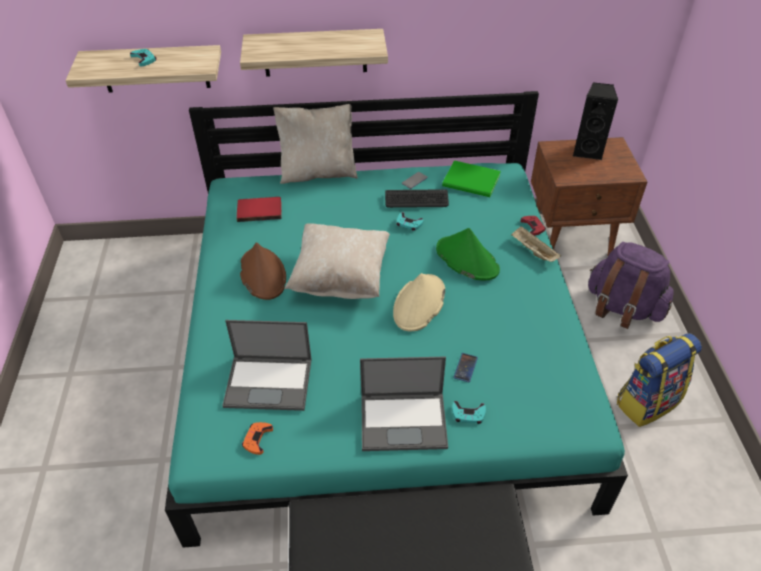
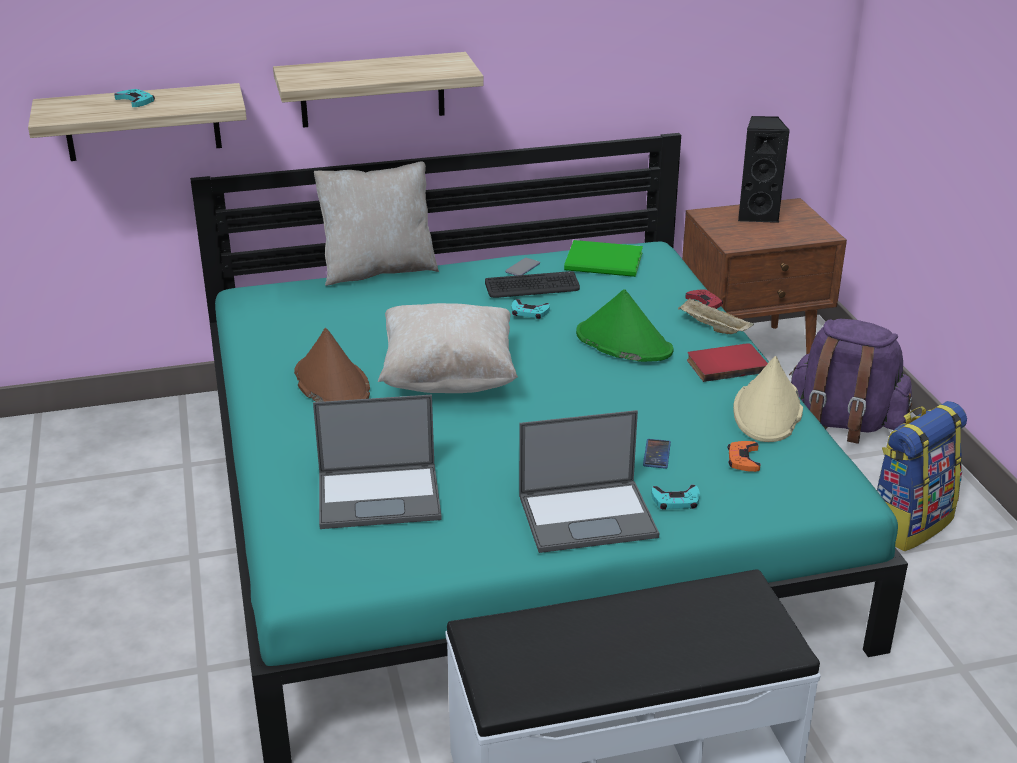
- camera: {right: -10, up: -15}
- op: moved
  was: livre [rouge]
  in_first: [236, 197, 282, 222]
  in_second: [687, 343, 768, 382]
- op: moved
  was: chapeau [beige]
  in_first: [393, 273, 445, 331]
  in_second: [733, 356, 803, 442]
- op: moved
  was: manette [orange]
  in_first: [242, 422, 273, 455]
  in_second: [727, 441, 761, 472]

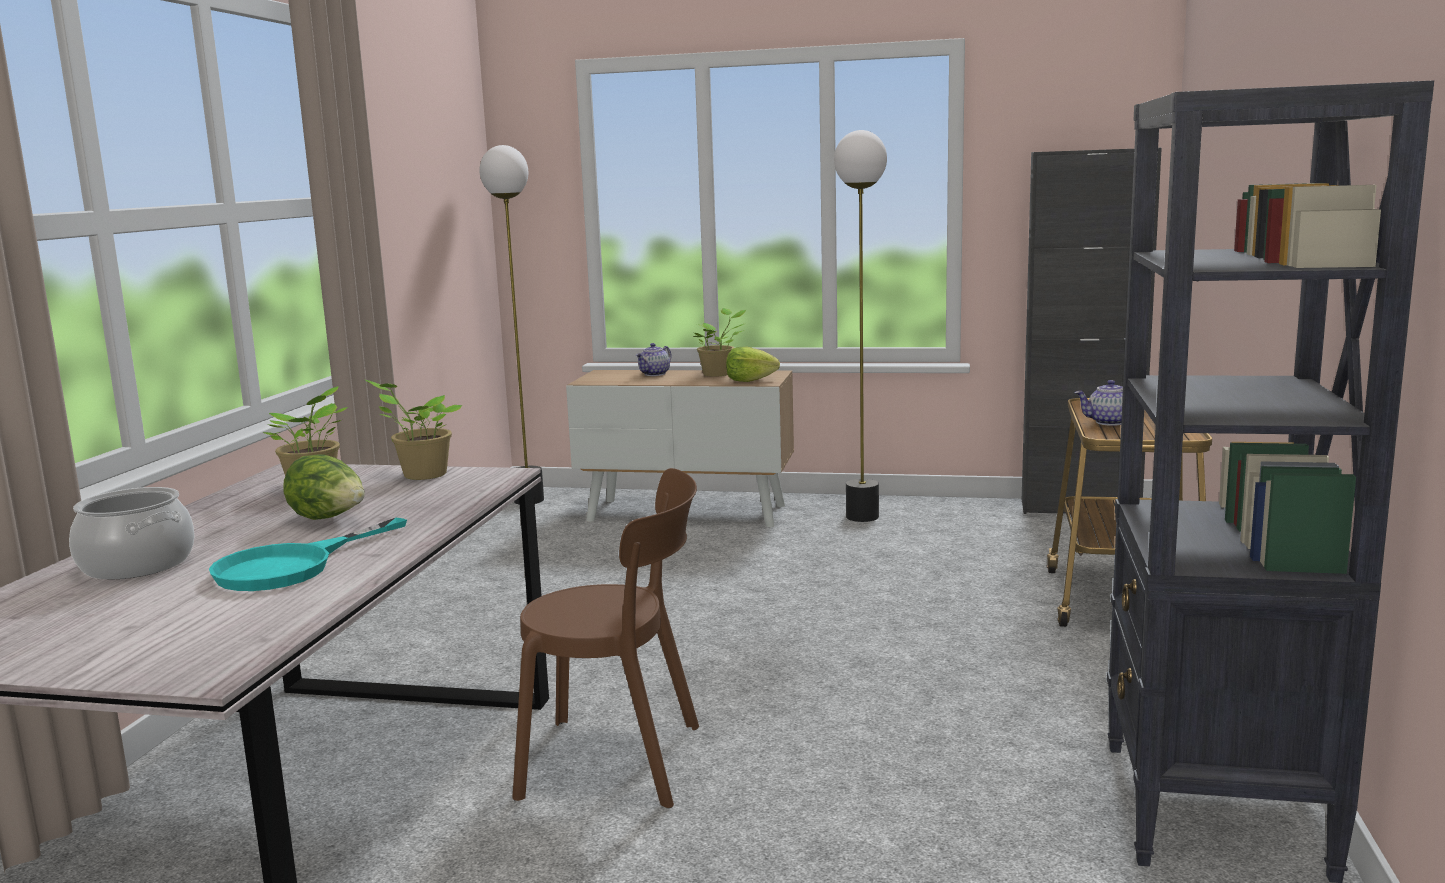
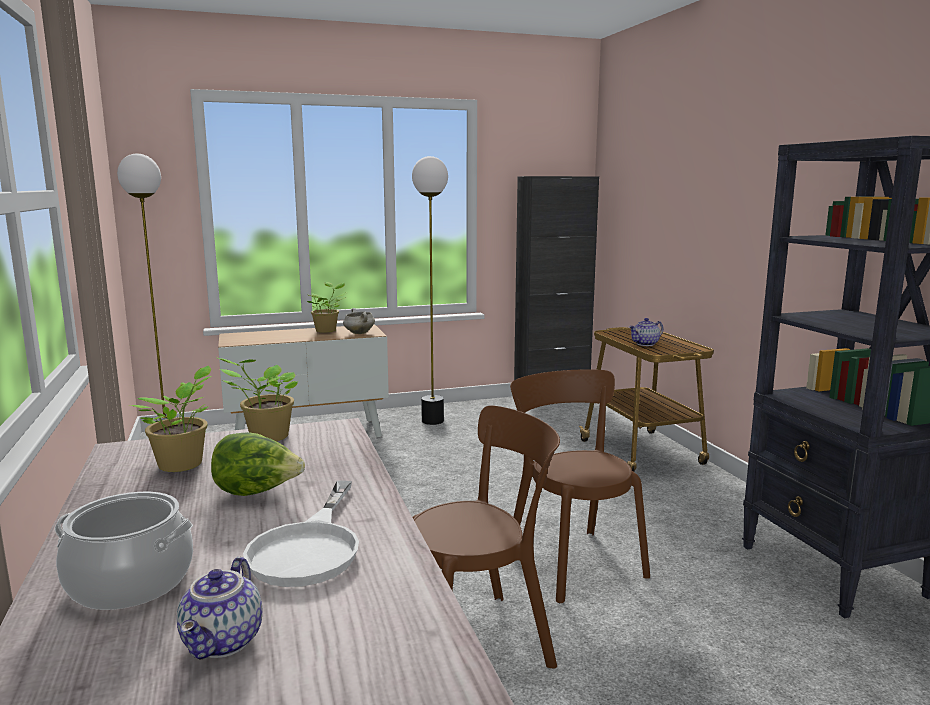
- camera: {right: -30, up: 0}
- op: moved
  was: théière
  in_first: [636, 343, 672, 376]
  in_second: [177, 557, 262, 660]
- op: replaced
  was: laitue
  now: marmite [blanc]
  in_first: [726, 347, 780, 382]
  in_second: [343, 308, 375, 334]
- op: recoloured
  was: poêle [turquoise]
  now: poêle [blanc]
  in_first: [209, 518, 407, 591]
  in_second: [243, 480, 359, 587]
- op: added
  now: chaise [marron]
  in_second: [510, 369, 650, 603]

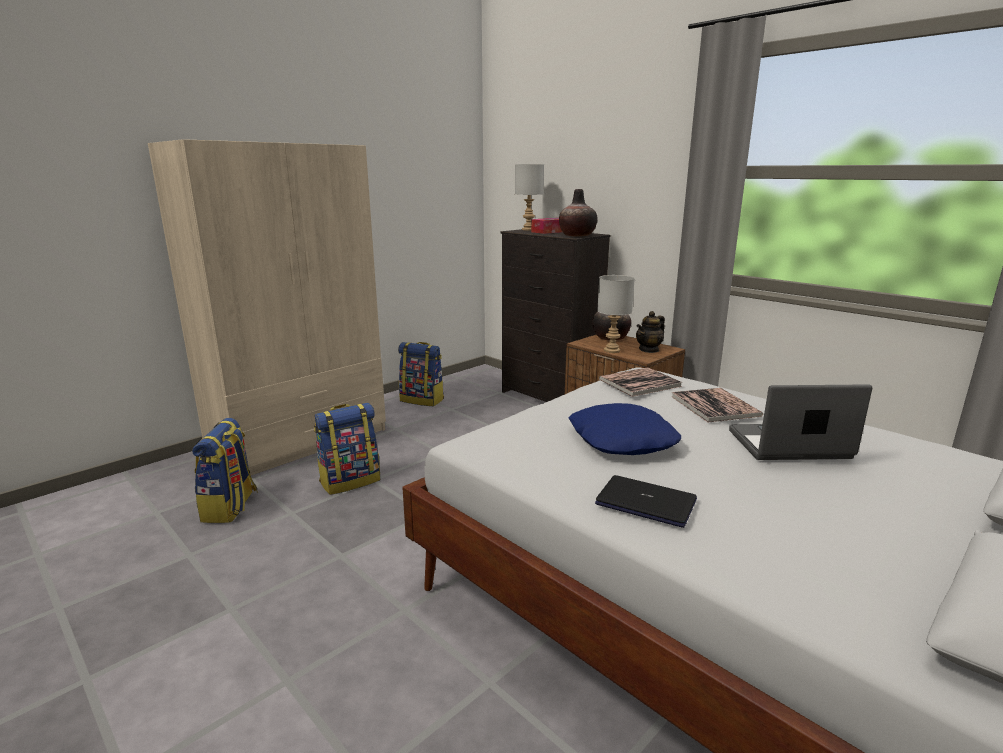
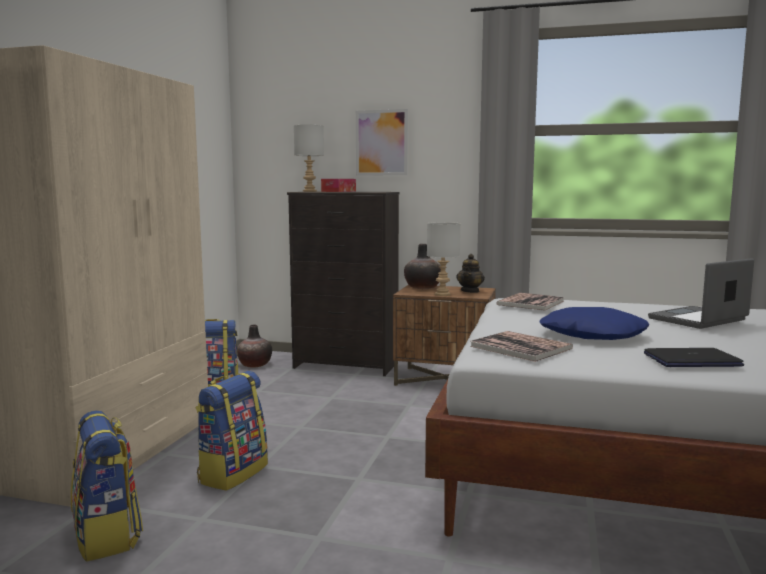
- camera: {right: -30, up: -10}
- op: moved
  was: vase
  in_first: [559, 189, 598, 237]
  in_second: [237, 325, 272, 368]
- op: moved
  was: livre
  in_first: [672, 388, 763, 423]
  in_second: [470, 331, 573, 362]
- op: added
  now: tableau
  in_second: [356, 109, 408, 175]

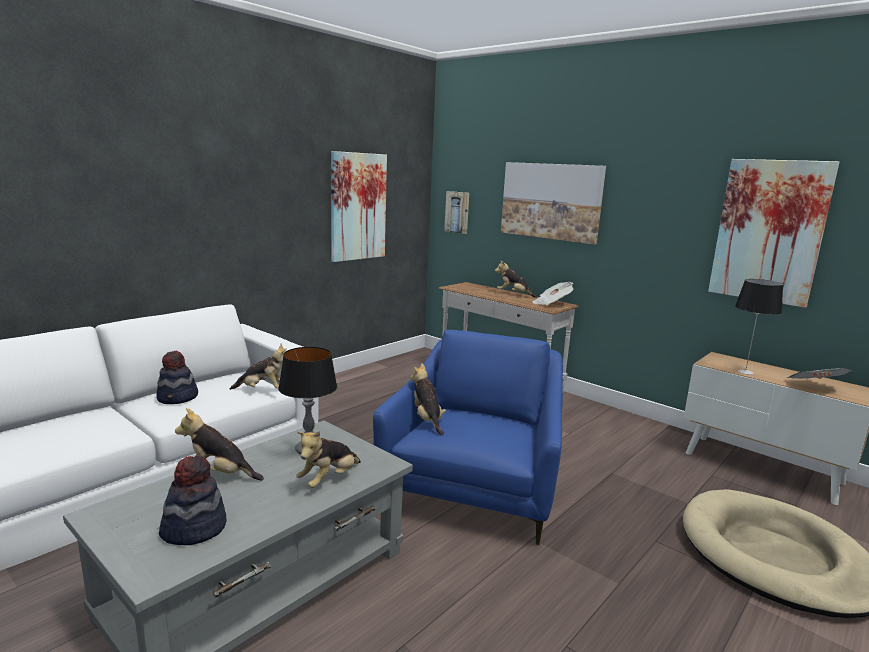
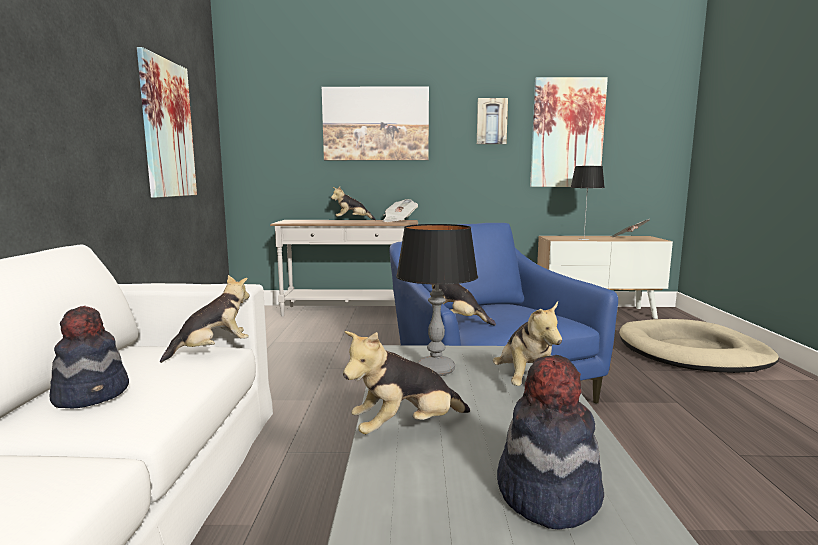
- camera: {right: -40, up: -5}
- op: moved
  was: tableau
  in_first: [444, 191, 469, 234]
  in_second: [477, 98, 508, 144]

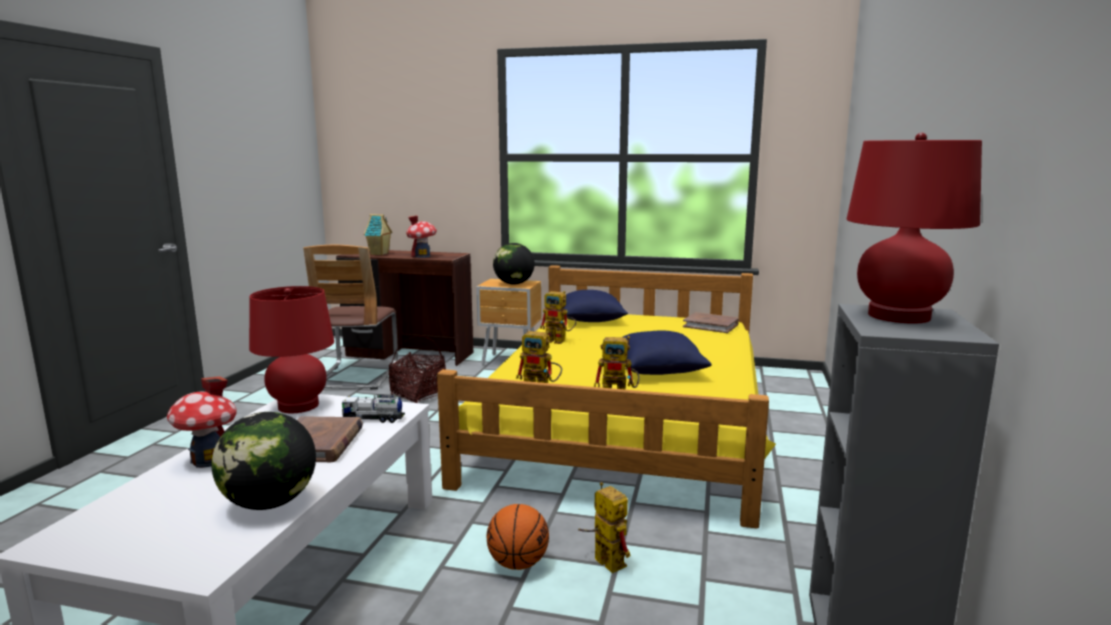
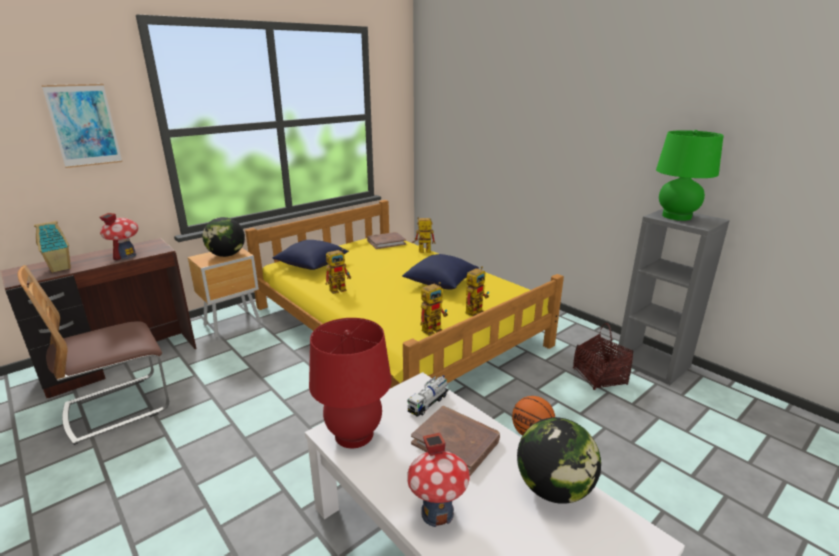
- camera: {right: -55, up: 10}
- op: recoloured
  was: lampe de table [rouge]
  now: lampe de table [vert]
  in_first: [847, 133, 982, 323]
  in_second: [656, 130, 724, 221]
- op: turned
  was: chaise
  in_first: [303, 244, 398, 389]
  in_second: [18, 265, 169, 445]
  clockwise: 105
- op: moved
  was: panier
  in_first: [389, 336, 446, 403]
  in_second: [573, 323, 633, 390]
- op: moved
  was: robot jouet
  in_first: [578, 482, 631, 573]
  in_second: [412, 217, 435, 253]
- op: added
  now: tableau
  in_second: [42, 84, 122, 168]

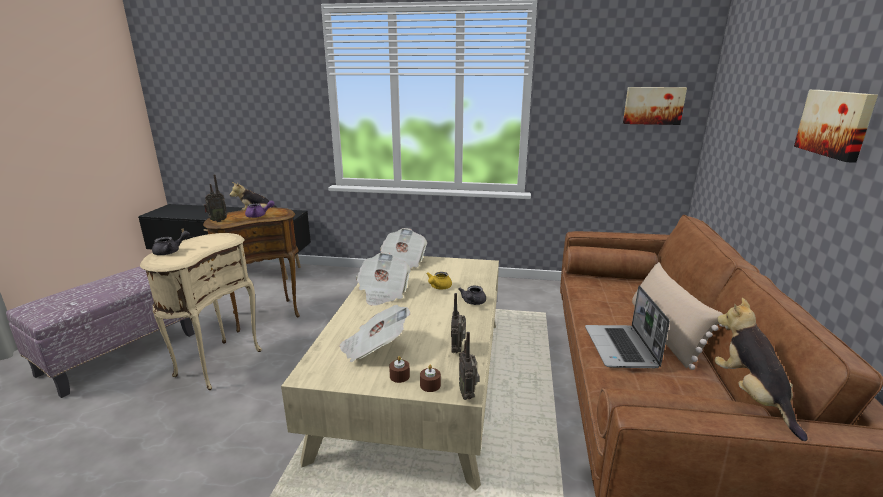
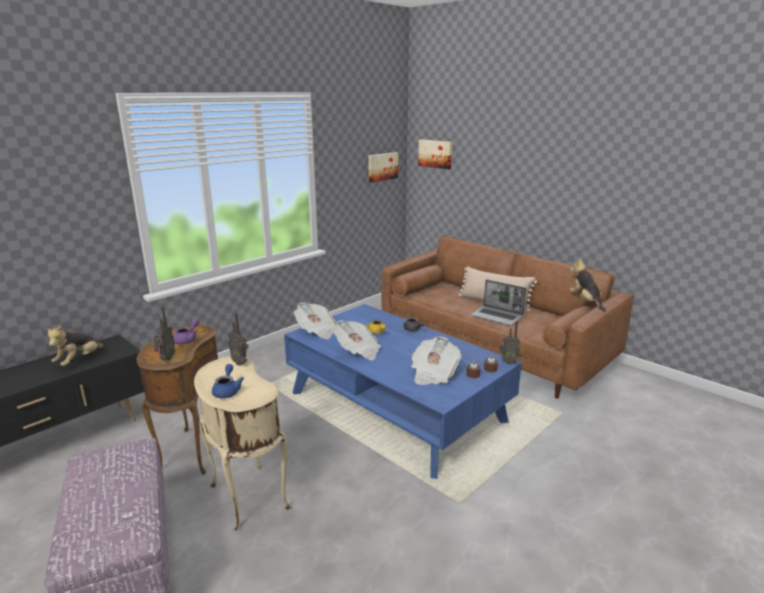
- camera: {right: -55, up: 0}
- op: moved
  was: tableau
  in_first: [794, 90, 878, 163]
  in_second: [418, 139, 452, 169]
- op: recoloured
  was: théière [gris]
  now: théière [bleu]
  in_first: [152, 231, 190, 255]
  in_second: [212, 364, 244, 398]
- op: recoloured
  was: table basse [beige]
  now: table basse [bleu]
  in_first: [281, 256, 499, 491]
  in_second: [284, 304, 522, 479]
- op: moved
  was: radio
  in_first: [451, 293, 466, 353]
  in_second: [228, 313, 249, 366]
- op: turned
  was: peluche
  in_first: [715, 298, 808, 441]
  in_second: [570, 258, 606, 312]
  clockwise: 45

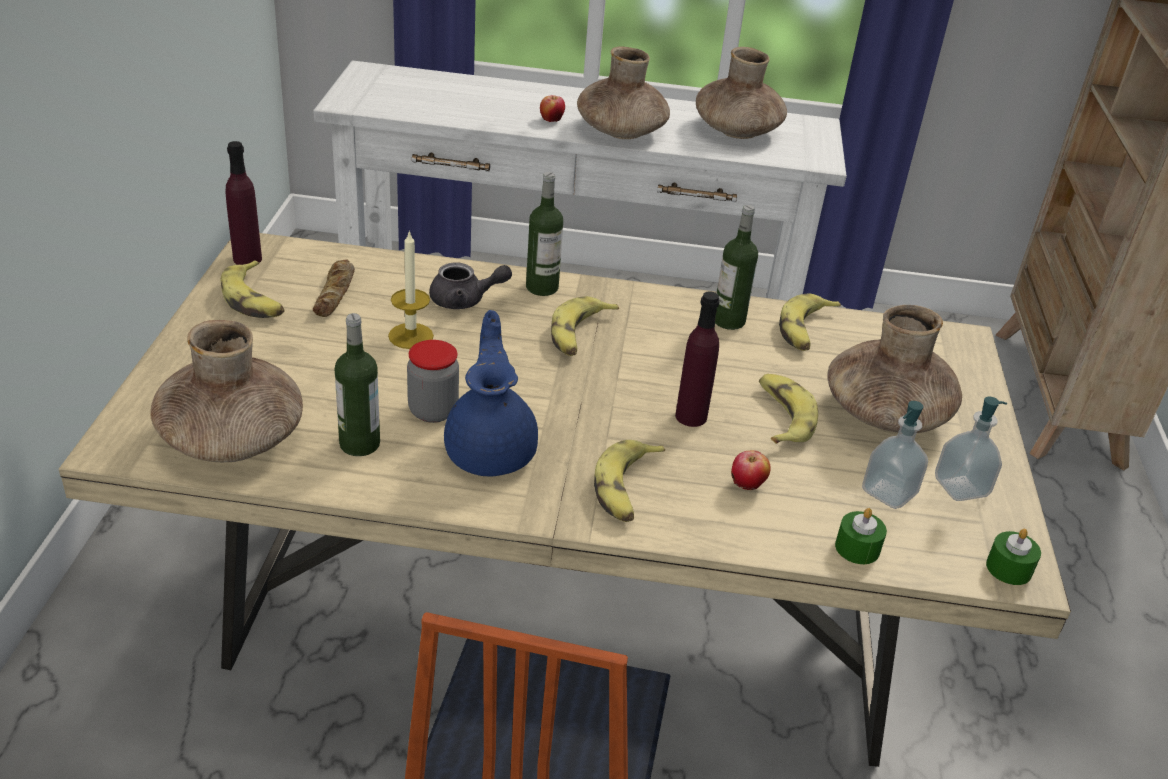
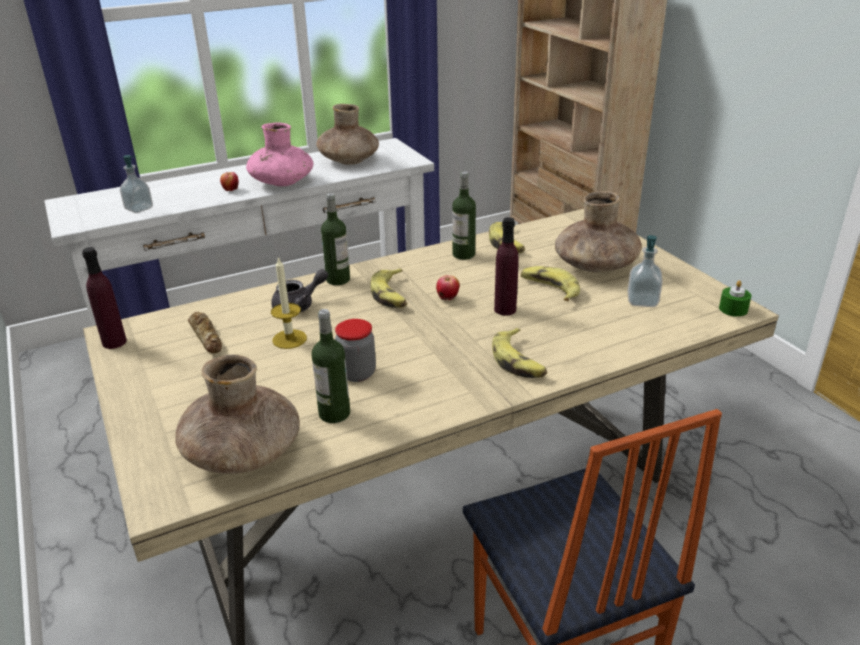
- camera: {right: -30, up: -5}
- op: recoloured
  was: vase [marron]
  now: vase [rose]
  in_first: [577, 46, 670, 139]
  in_second: [246, 122, 313, 186]
- op: removed
  was: banane
  in_first: [221, 260, 285, 318]
- op: removed
  was: théière [bleu]
  in_first: [444, 310, 538, 476]
- op: moved
  was: distributeur de savon
  in_first: [935, 397, 1007, 501]
  in_second: [120, 155, 153, 213]
- op: moved
  was: pomme
  in_first: [731, 450, 770, 490]
  in_second: [436, 275, 460, 300]
- op: removed
  was: bougie [vert]
  in_first: [835, 508, 887, 564]

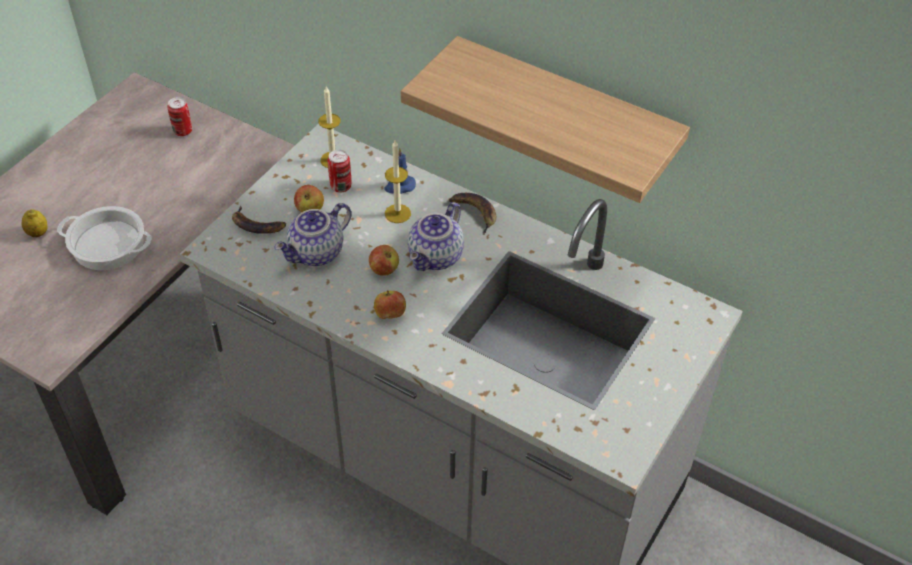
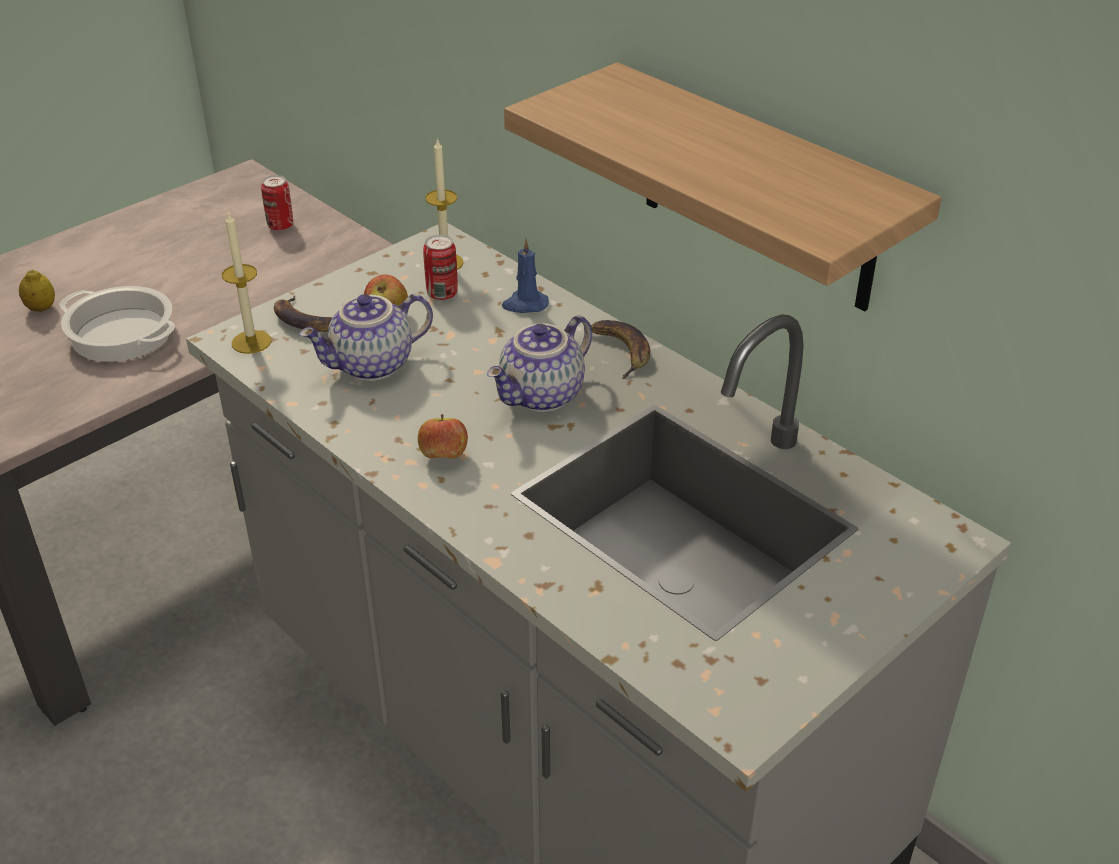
- camera: {right: 15, up: -10}
- op: moved
  was: bougie
  in_first: [385, 140, 411, 223]
  in_second: [222, 211, 271, 354]
- op: removed
  was: pomme
  in_first: [369, 245, 399, 276]

